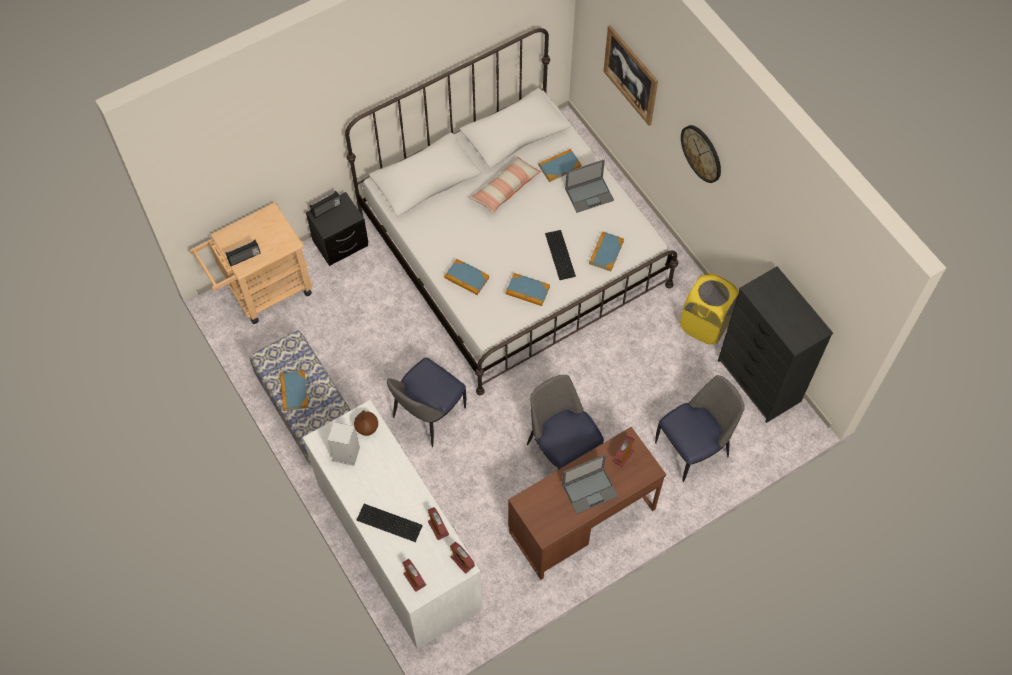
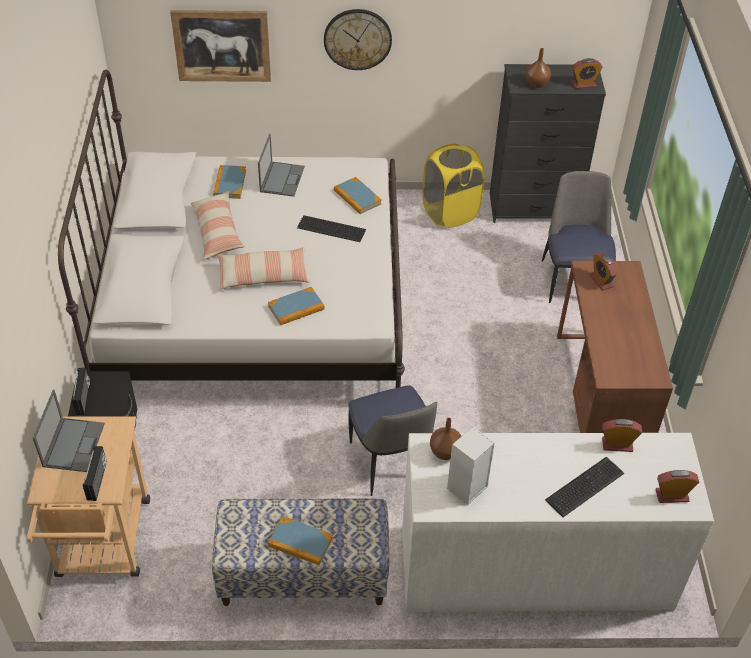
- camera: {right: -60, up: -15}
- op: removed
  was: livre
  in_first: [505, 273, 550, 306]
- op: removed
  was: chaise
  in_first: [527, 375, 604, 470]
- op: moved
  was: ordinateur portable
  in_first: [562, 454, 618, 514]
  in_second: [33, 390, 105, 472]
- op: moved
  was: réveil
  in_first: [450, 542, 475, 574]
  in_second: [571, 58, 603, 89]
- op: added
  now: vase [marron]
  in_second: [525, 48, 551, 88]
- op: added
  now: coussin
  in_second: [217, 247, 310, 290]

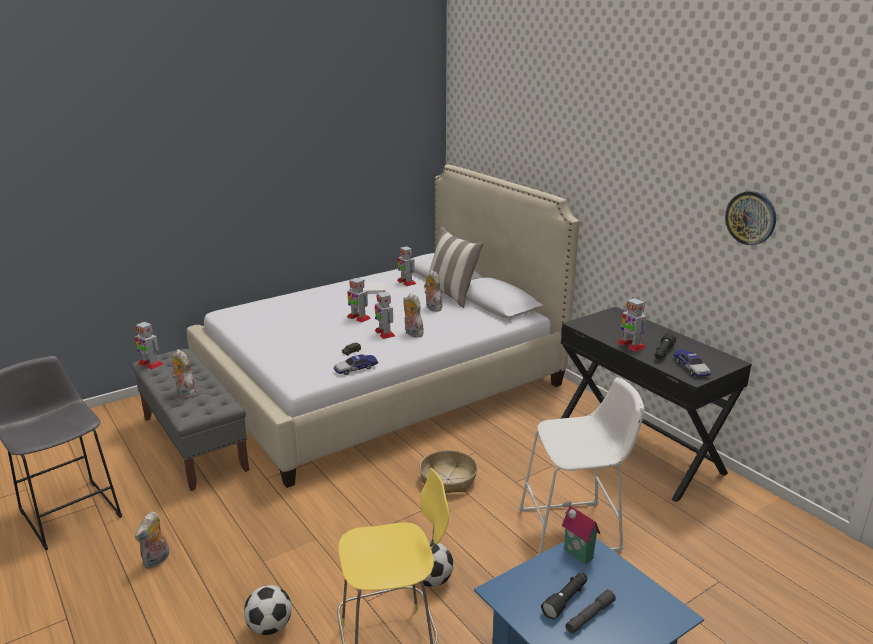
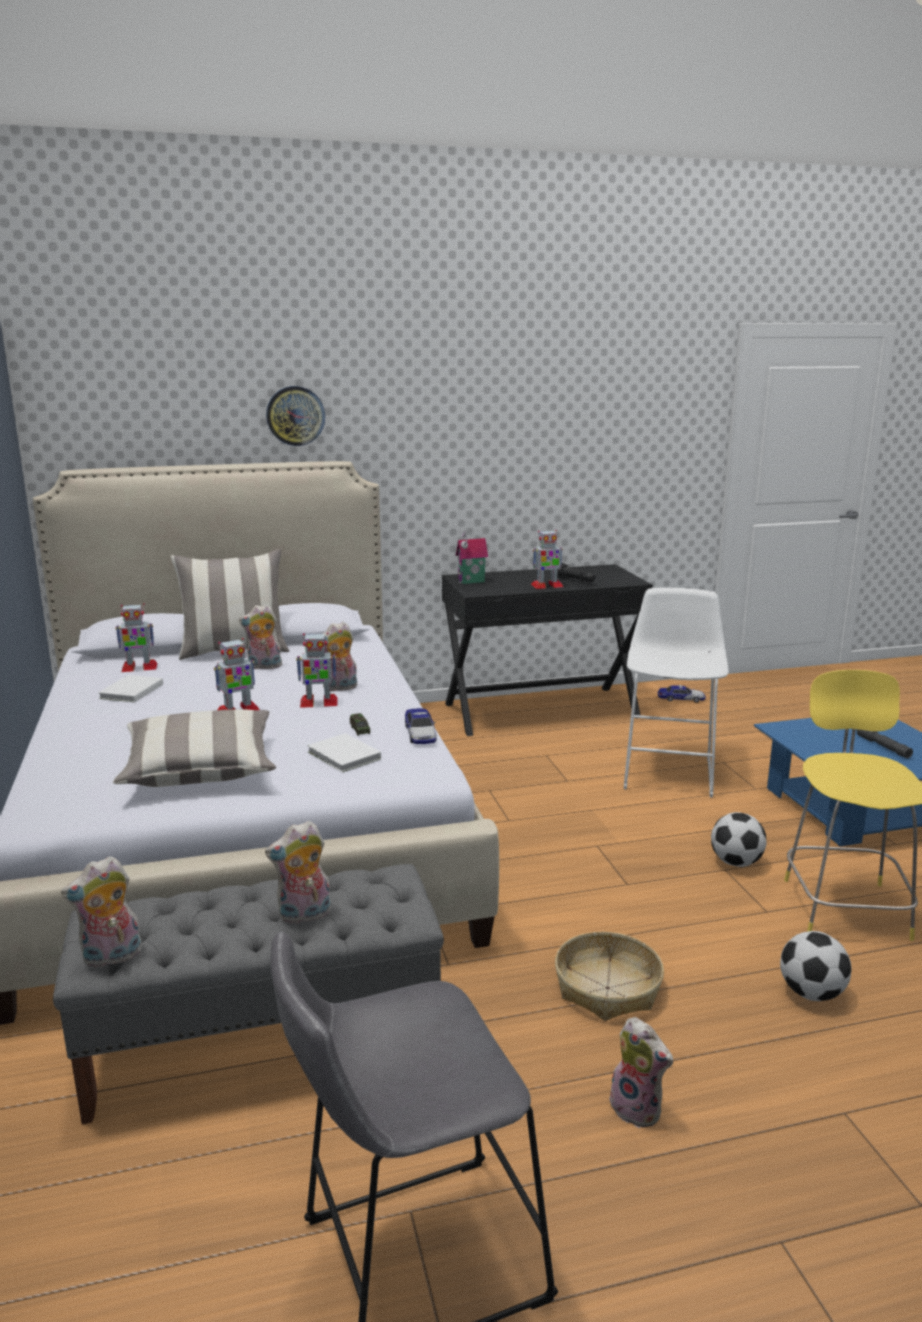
- camera: {right: -70, up: -5}
- op: moved
  was: horloge murale
  in_first: [725, 191, 776, 245]
  in_second: [266, 386, 325, 446]
- op: replaced
  was: robot jouet
  now: peluche
  in_first: [135, 321, 163, 370]
  in_second: [61, 856, 142, 968]
- op: moved
  was: petite voiture
  in_first: [673, 350, 711, 377]
  in_second: [658, 685, 706, 703]
- op: moved
  was: panier
  in_first: [420, 450, 478, 493]
  in_second: [555, 932, 664, 1021]
- op: moved
  was: maison miniature
  in_first: [562, 498, 600, 564]
  in_second: [455, 530, 488, 584]
- op: removed
  was: lampe de poche [noir]
  in_first: [541, 573, 587, 620]
- op: added
  now: coussin
  in_second: [113, 709, 276, 787]
- op: added
  now: livre [blanc]
  in_second: [307, 733, 381, 772]

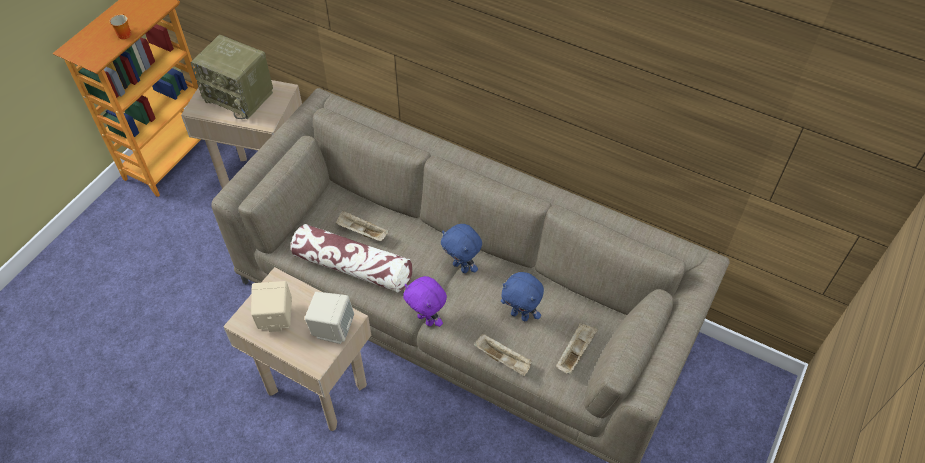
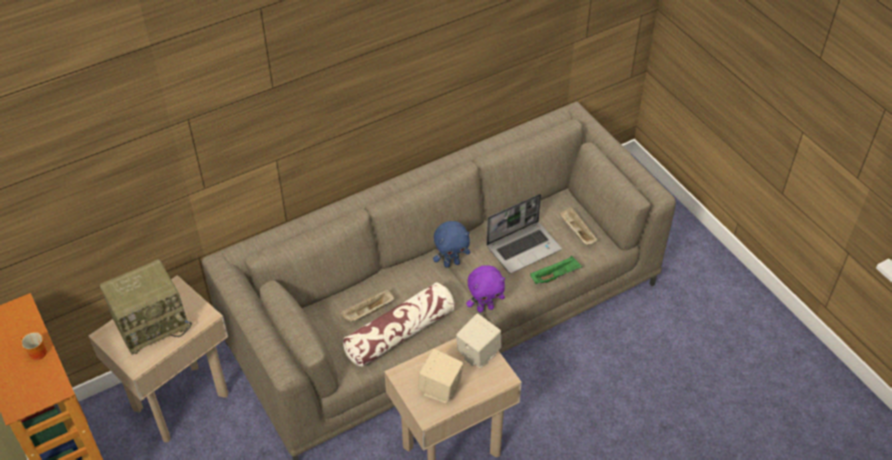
- camera: {right: -60, up: -5}
- op: replaced
  was: peluche [bleu]
  now: ordinateur portable
  in_first: [501, 272, 544, 321]
  in_second: [486, 194, 562, 274]
- op: recoloured
  was: plateau [beige]
  now: plateau [vert]
  in_first: [474, 334, 532, 376]
  in_second: [530, 256, 582, 284]

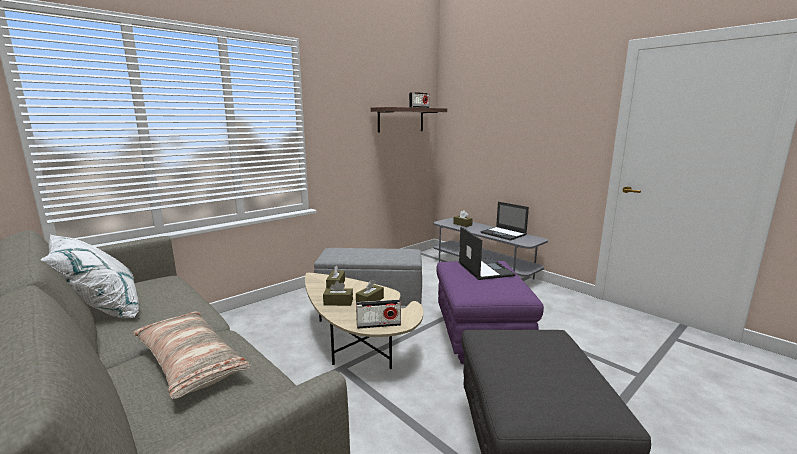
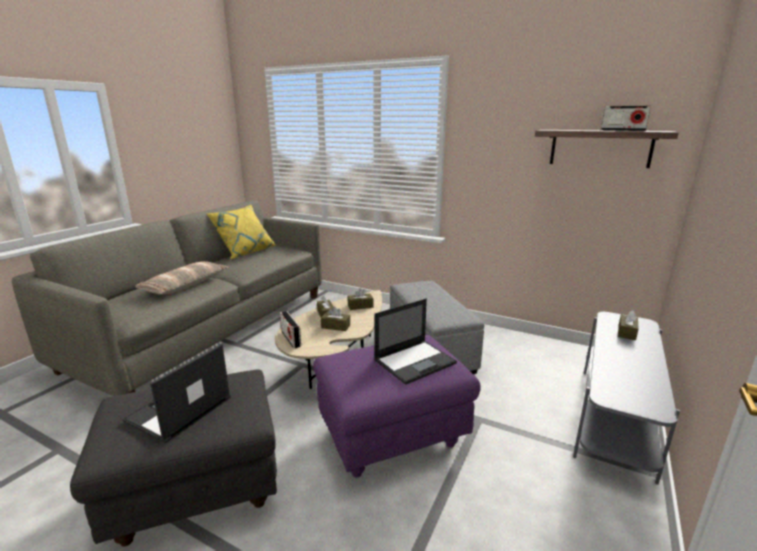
- camera: {right: 70, up: 5}
- op: moved
  was: ordinateur portable
  in_first: [481, 202, 529, 241]
  in_second: [122, 344, 231, 444]
- op: recoloured
  was: coussin [blanc]
  now: coussin [jaune]
  in_first: [41, 234, 139, 318]
  in_second: [206, 205, 276, 259]

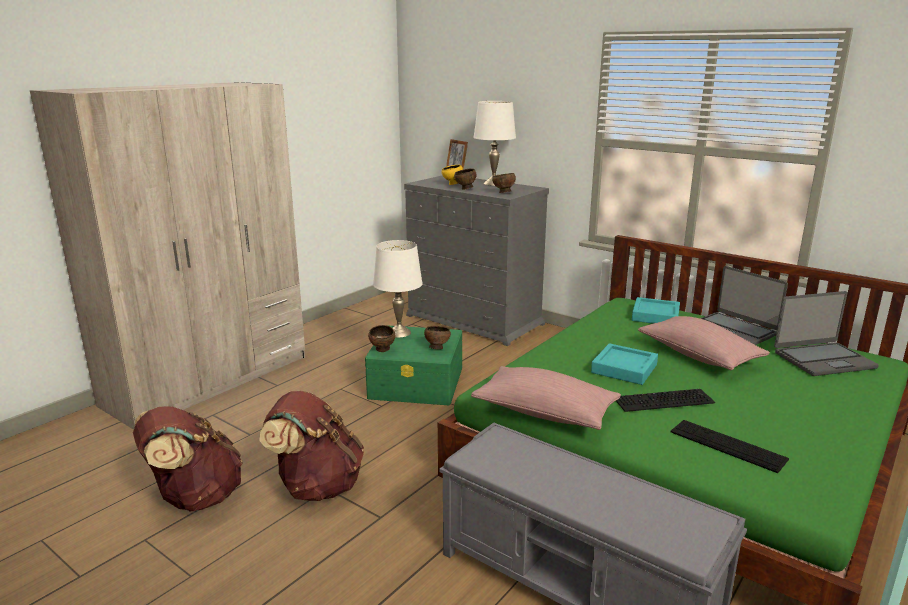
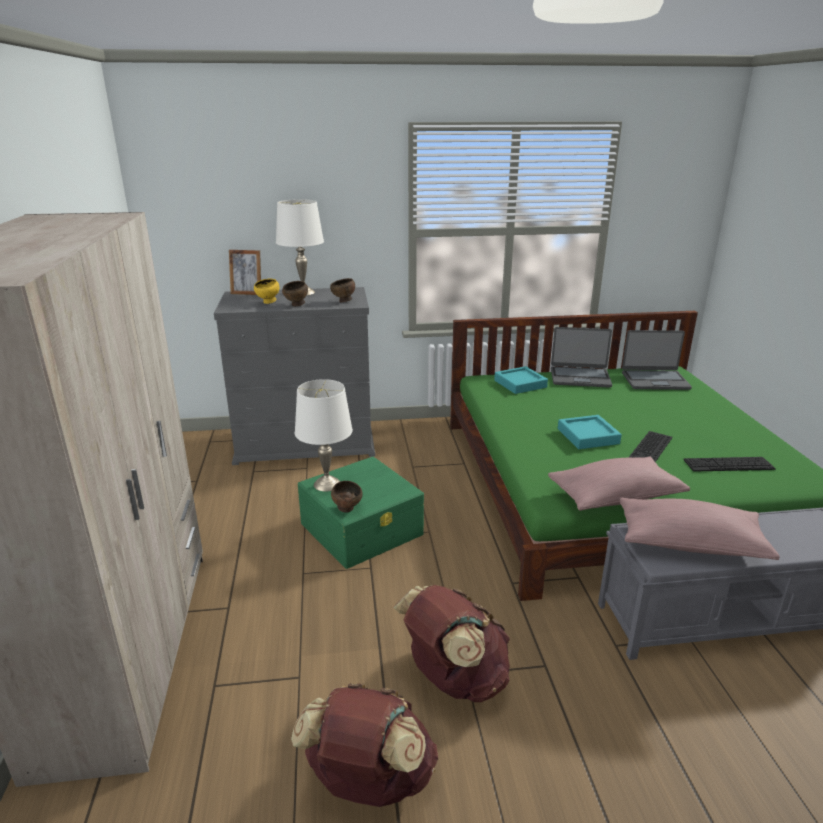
- camera: {right: -45, up: 5}
- op: turned
  was: ordinateur portable
  in_first: [774, 291, 879, 376]
  in_second: [622, 330, 692, 390]
  clockwise: 60
- op: moved
  was: coussin [rose]
  in_first: [638, 316, 770, 370]
  in_second: [619, 498, 779, 560]
- op: removed
  was: bol [marron]
  in_first: [424, 326, 451, 350]

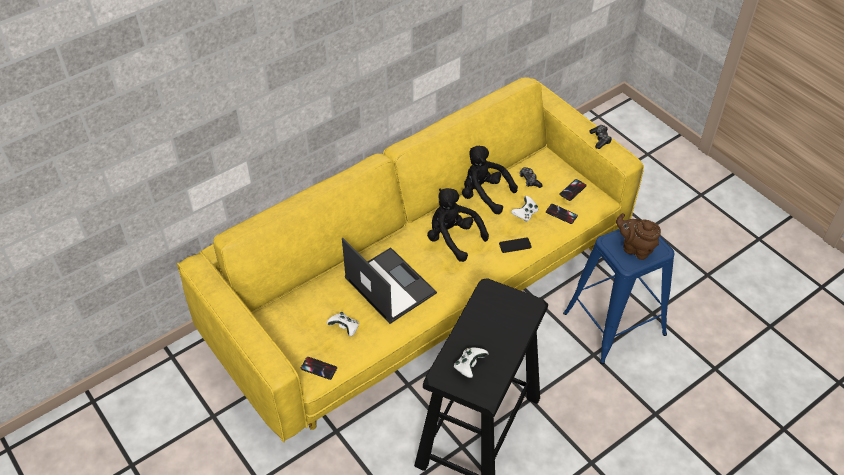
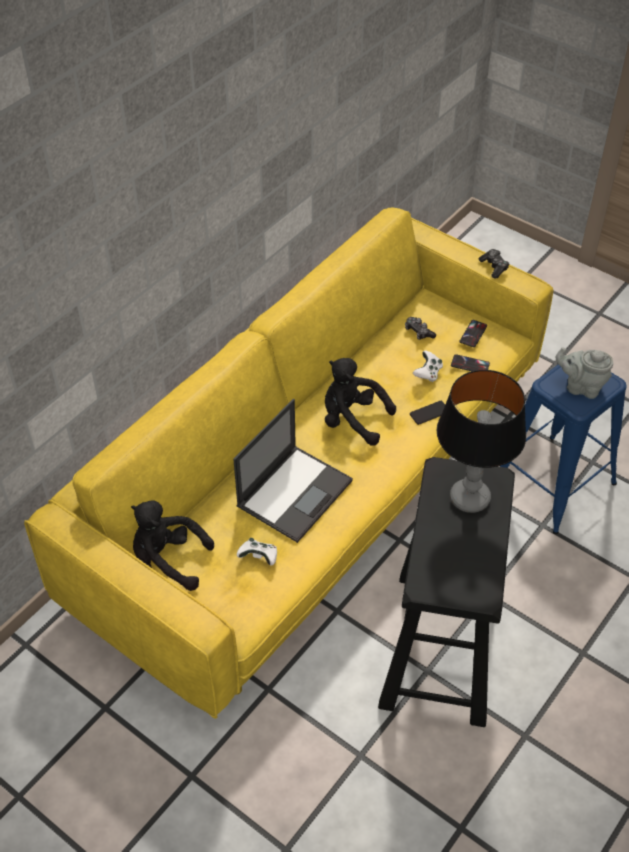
- camera: {right: -15, up: 0}
- op: moved
  was: peluche [noir]
  in_first: [462, 146, 518, 214]
  in_second: [131, 500, 214, 591]
- op: recoloured
  was: théière [marron]
  now: théière [gris]
  in_first: [616, 213, 661, 260]
  in_second: [556, 347, 613, 399]
- op: turned
  was: ordinateur portable
  in_first: [342, 238, 437, 324]
  in_second: [233, 399, 353, 543]
  clockwise: 90
- op: removed
  was: manette [blanc]
  in_first: [454, 348, 489, 378]
- op: removed
  was: téléphone
  in_first: [301, 357, 337, 380]
- op: added
  now: lampe de table
  in_second: [437, 370, 526, 513]

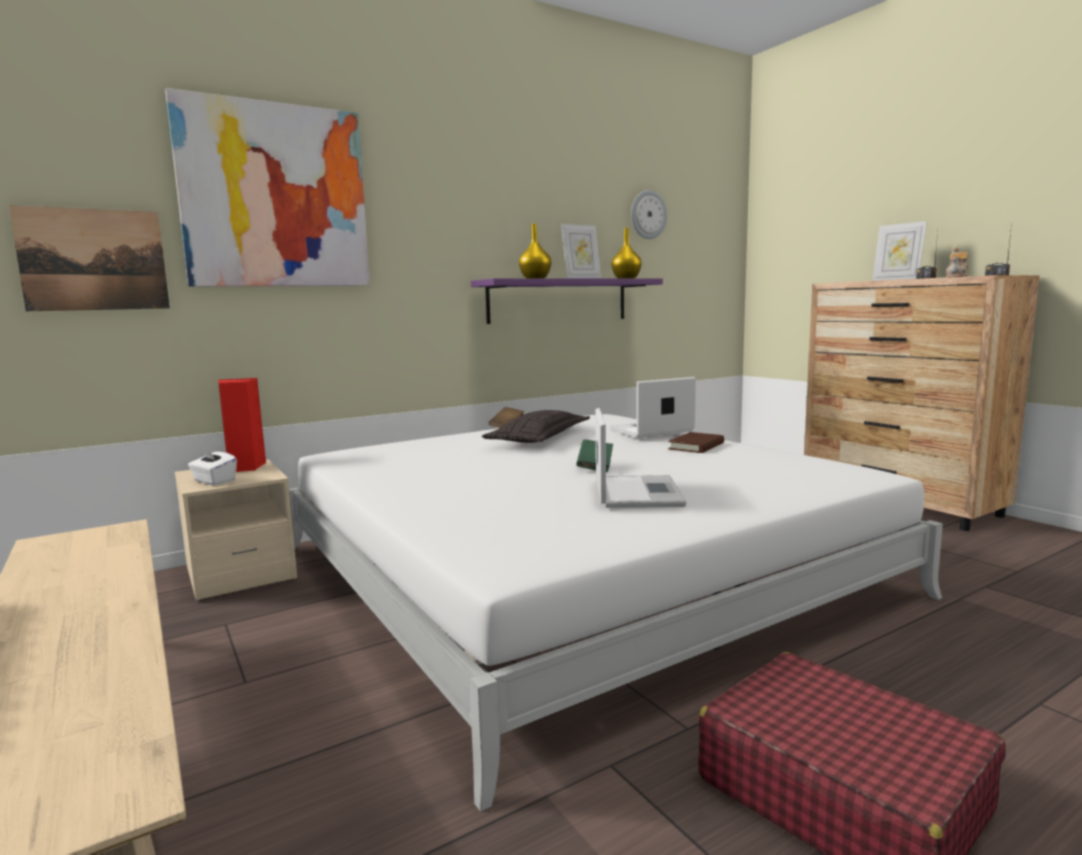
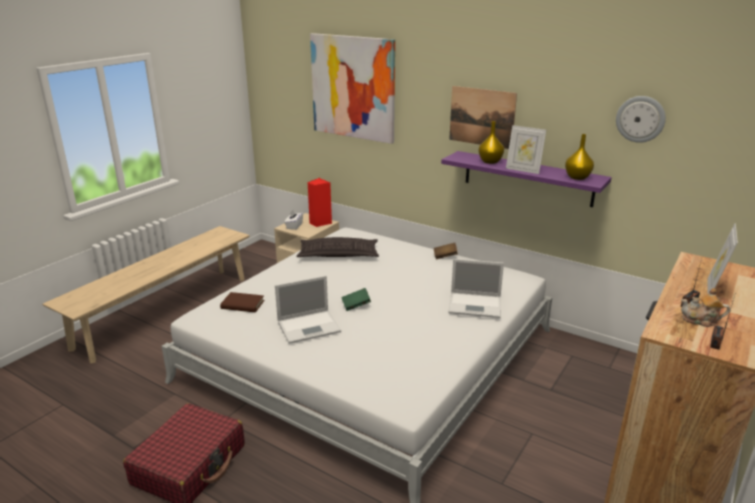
- camera: {right: 65, up: 15}
- op: moved
  was: tableau
  in_first: [9, 205, 170, 311]
  in_second: [449, 86, 517, 149]
- op: turned
  was: ordinateur portable
  in_first: [609, 377, 696, 438]
  in_second: [448, 259, 504, 318]
  clockwise: 150
- op: moved
  was: coussin
  in_first: [482, 410, 590, 443]
  in_second: [296, 237, 379, 257]
- op: moved
  was: livre [marron]
  in_first: [668, 432, 724, 453]
  in_second: [220, 292, 264, 312]

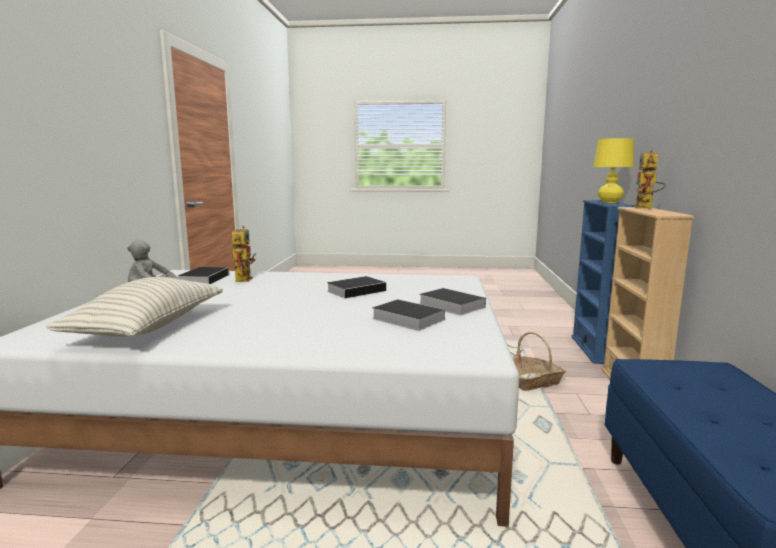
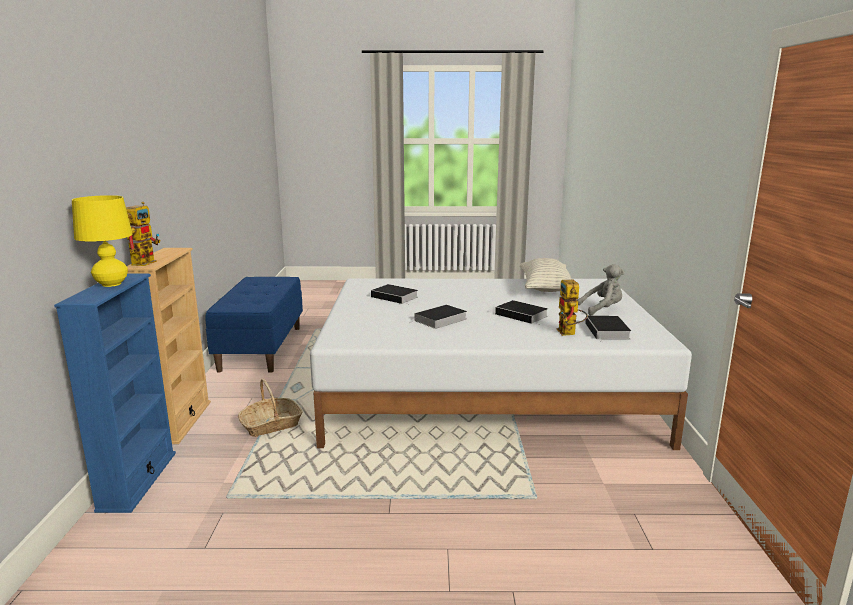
- camera: {right: 175, up: 5}
- op: moved
  was: livre
  in_first: [419, 288, 486, 315]
  in_second: [495, 300, 548, 325]

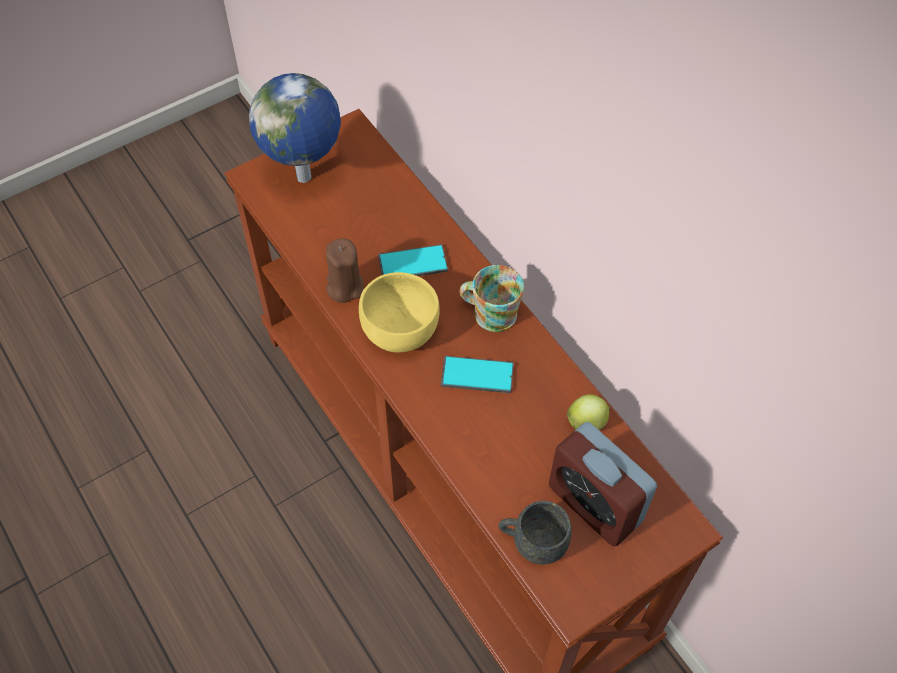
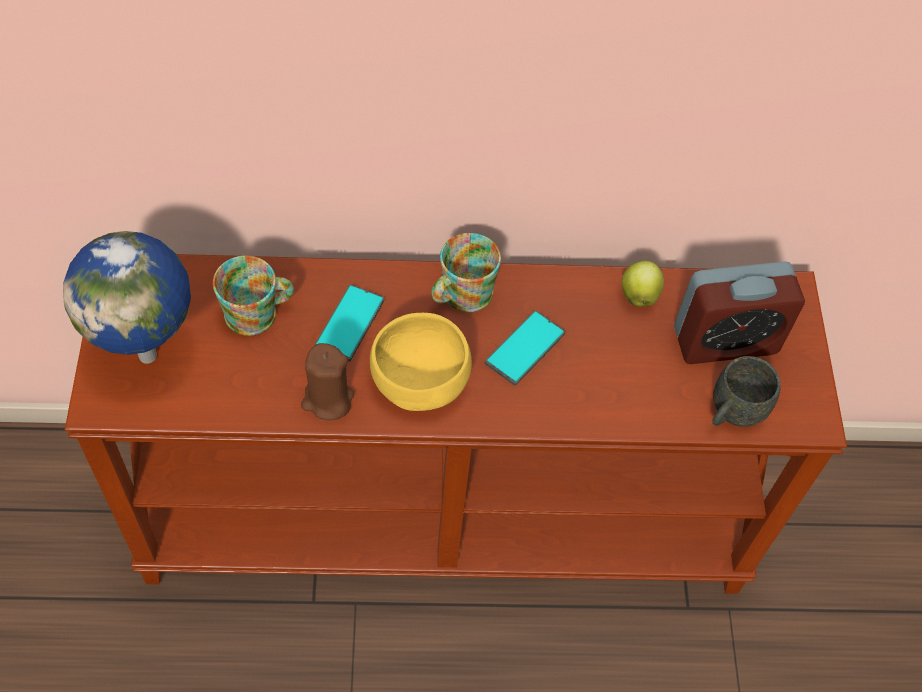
- camera: {right: -60, up: 0}
- op: added
  now: mug
  in_second: [213, 256, 294, 336]

